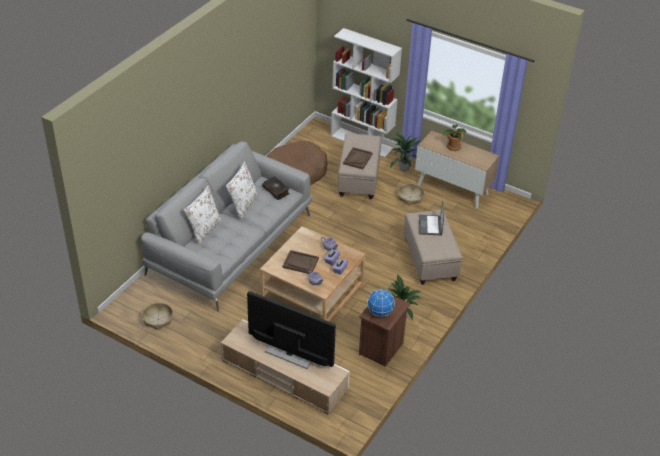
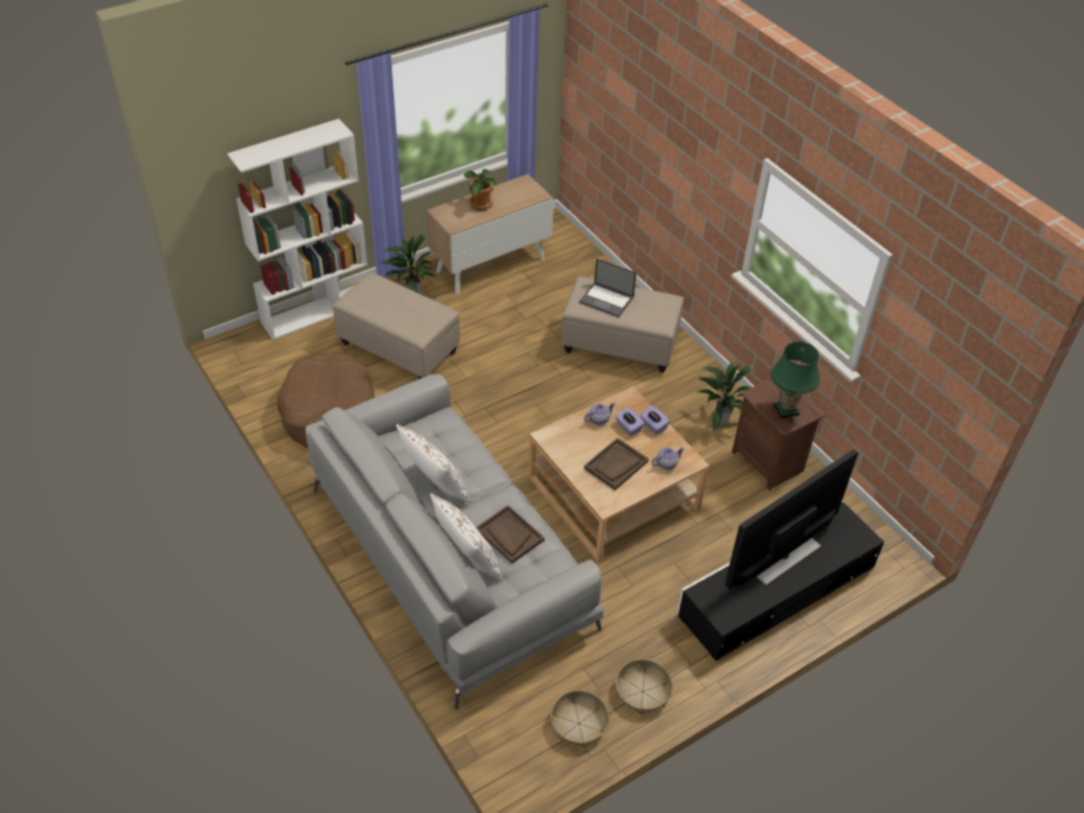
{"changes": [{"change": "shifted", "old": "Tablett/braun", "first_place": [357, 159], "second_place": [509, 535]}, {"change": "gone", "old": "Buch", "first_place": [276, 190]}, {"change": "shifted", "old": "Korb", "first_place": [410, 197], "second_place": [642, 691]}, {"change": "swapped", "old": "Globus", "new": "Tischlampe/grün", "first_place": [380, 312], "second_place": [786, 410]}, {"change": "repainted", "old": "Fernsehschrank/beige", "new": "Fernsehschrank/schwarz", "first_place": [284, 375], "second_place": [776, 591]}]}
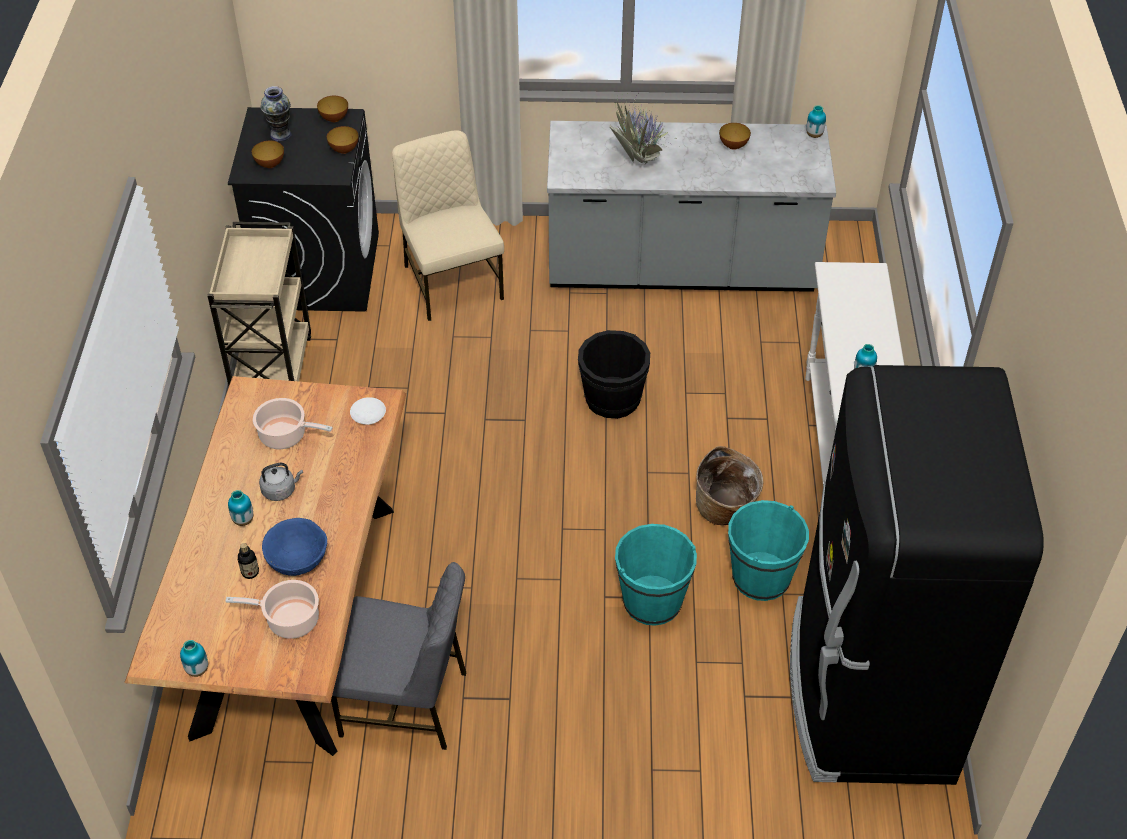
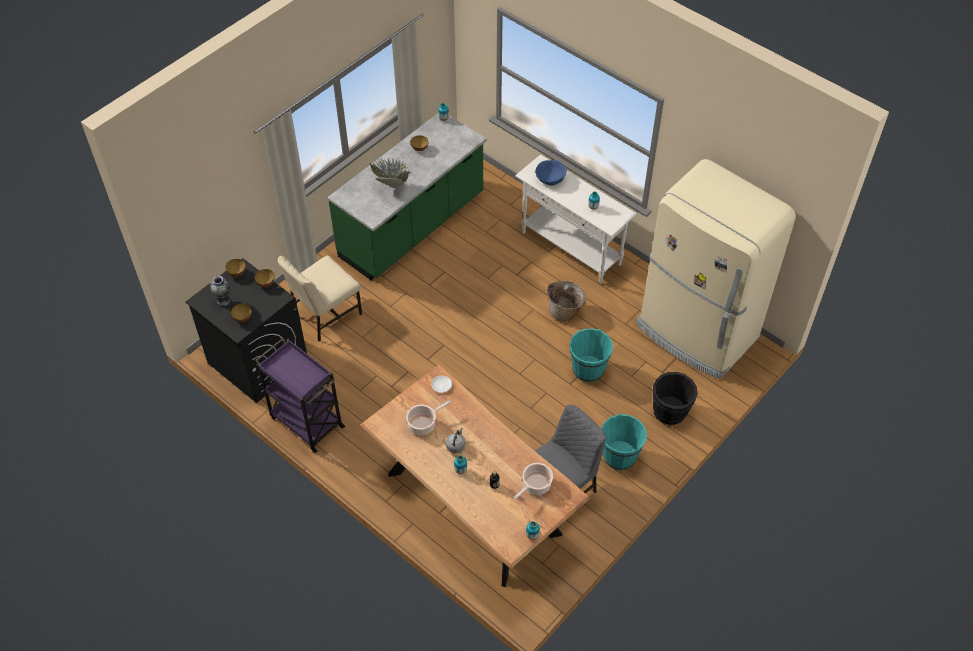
{"changes": [{"change": "repainted", "old": "Küchenzeile/grau", "new": "Küchenzeile/grün", "first_place": [681, 269], "second_place": [413, 227]}, {"change": "rotated", "old": "Stuhl/beige", "first_place": [451, 281], "second_place": [325, 314], "degrees": -60}, {"change": "repainted", "old": "Rollwagen/beige", "new": "Rollwagen/lila", "first_place": [272, 368], "second_place": [306, 421]}, {"change": "shifted", "old": "Eimer/schwarz", "first_place": [612, 399], "second_place": [670, 411]}, {"change": "repainted", "old": "Kühlschrank/schwarz", "new": "Kühlschrank/beige", "first_place": [868, 693], "second_place": [696, 332]}, {"change": "shifted", "old": "Eimer/türkis", "first_place": [761, 577], "second_place": [619, 456]}, {"change": "shifted", "old": "Schüssel/blau", "first_place": [297, 560], "second_place": [550, 179]}]}
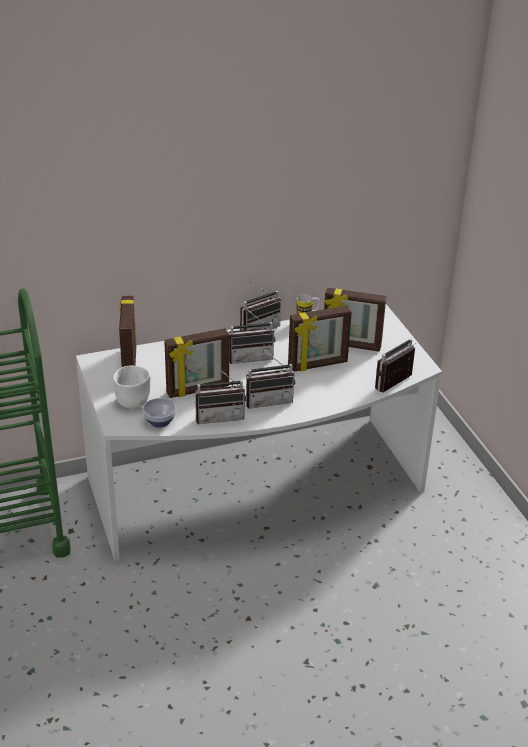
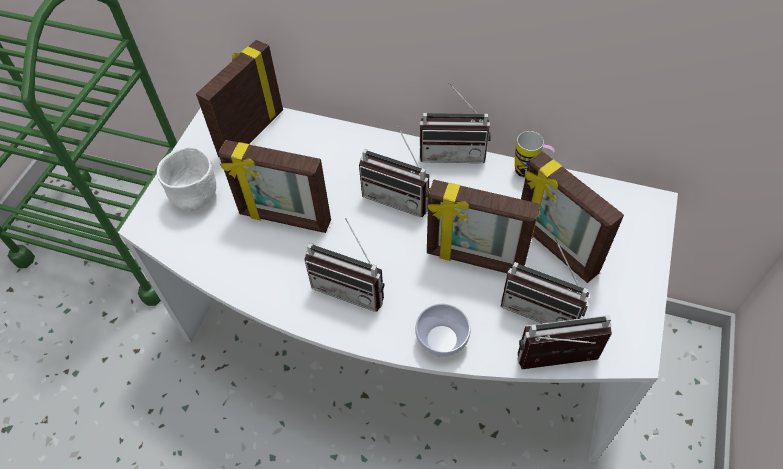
{"changes": [{"change": "shifted", "old": "Radio", "first_place": [219, 416], "second_place": [542, 307]}, {"change": "shifted", "old": "Schüssel", "first_place": [159, 421], "second_place": [442, 338]}]}
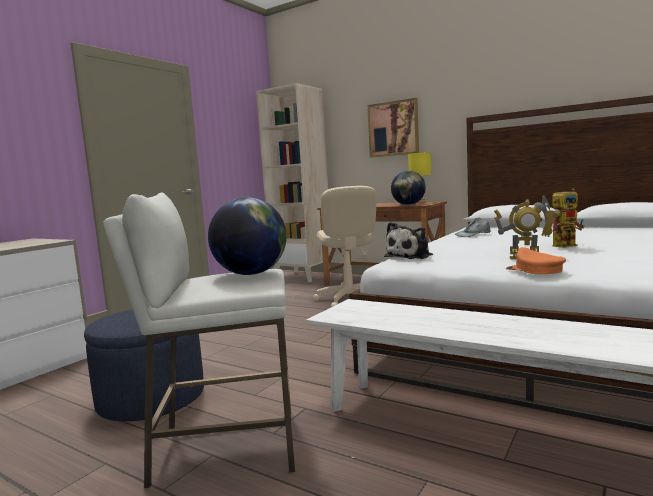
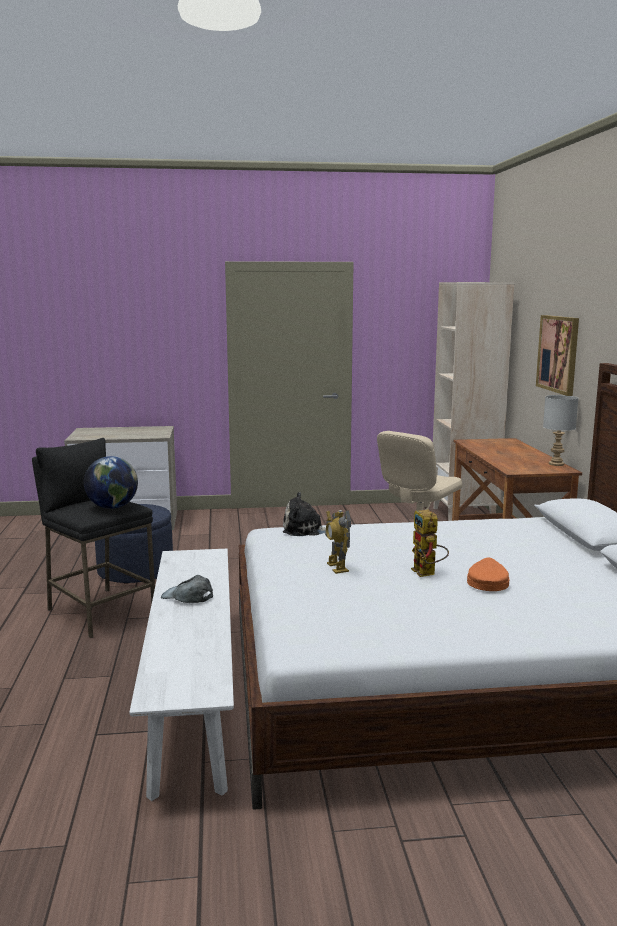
{"changes": [{"change": "repainted", "old": "Tischlampe/gelb", "new": "Tischlampe/grau", "first_place": [421, 202], "second_place": [556, 464]}, {"change": "gone", "old": "Globus", "first_place": [408, 204]}, {"change": "rotated", "old": "Spielzeugroboter", "first_place": [566, 245], "second_place": [427, 573], "degrees": 45}, {"change": "repainted", "old": "Hocker/weiß", "new": "Hocker/schwarz", "first_place": [225, 446], "second_place": [100, 612]}, {"change": "shifted", "old": "Kappe/grau", "first_place": [473, 234], "second_place": [187, 596]}, {"change": "shifted", "old": "Kappe/orange", "first_place": [534, 270], "second_place": [487, 582]}]}
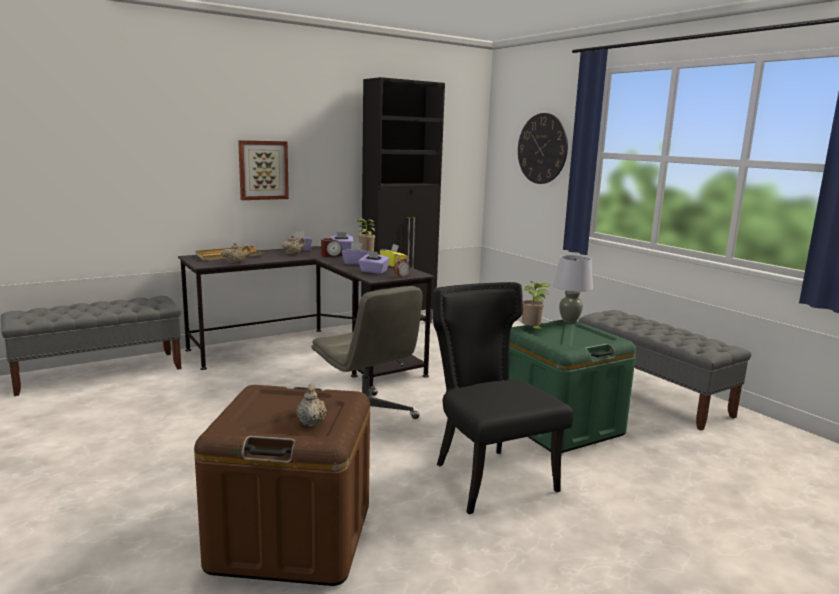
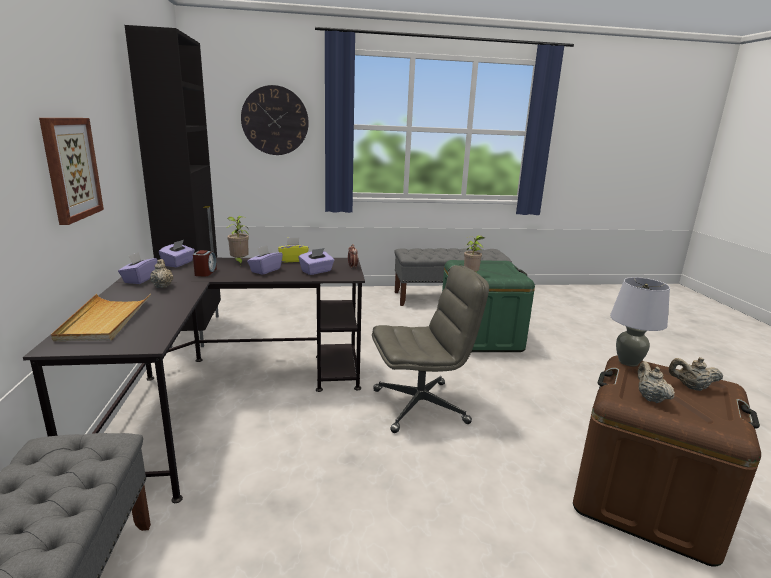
{"changes": [{"change": "shifted", "old": "Teekanne/beige", "first_place": [236, 263], "second_place": [650, 398]}, {"change": "shifted", "old": "Tischlampe/grau", "first_place": [569, 321], "second_place": [628, 362]}, {"change": "gone", "old": "Stuhl/schwarz", "first_place": [489, 477]}]}
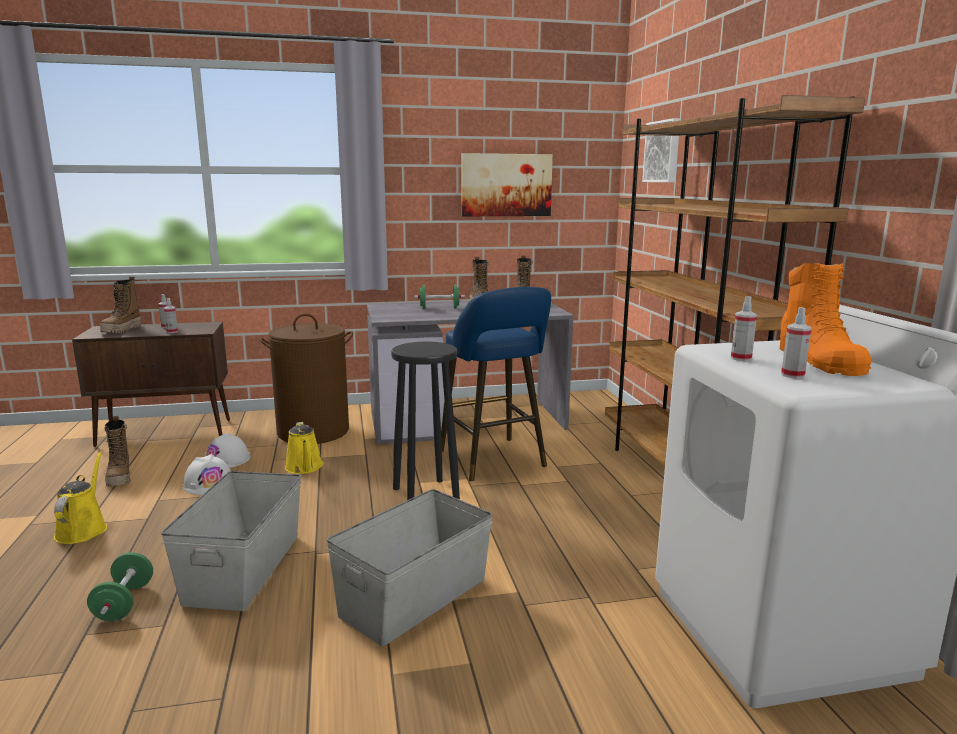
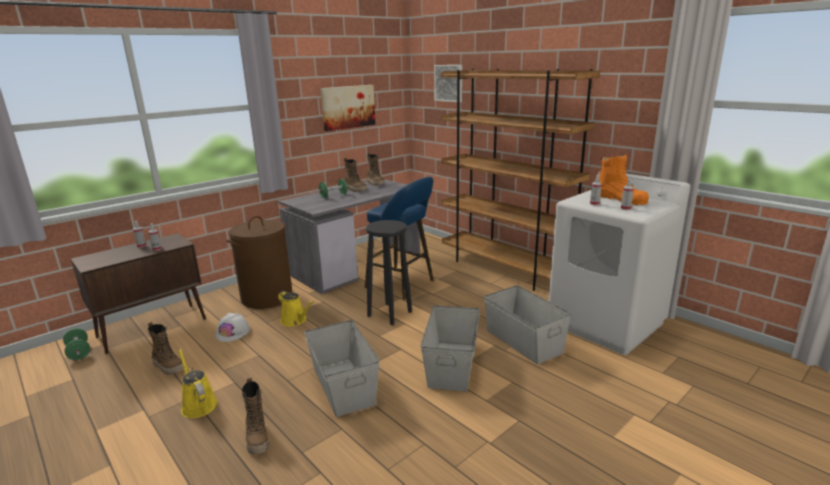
{"changes": [{"change": "shifted", "old": "Stiefel", "first_place": [122, 330], "second_place": [257, 438]}, {"change": "gone", "old": "Schutzhelm/weiß", "first_place": [209, 483]}, {"change": "shifted", "old": "Hantel/grün", "first_place": [124, 603], "second_place": [79, 352]}, {"change": "new", "new": "Aufbewahrungsbox/grau", "second_place": [523, 341]}]}
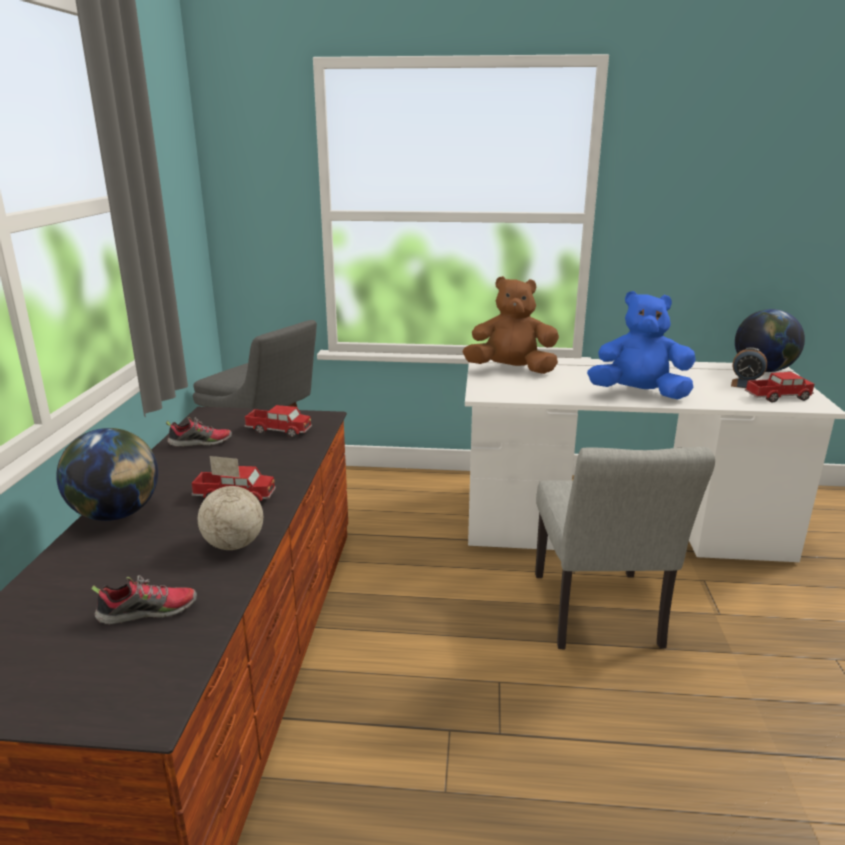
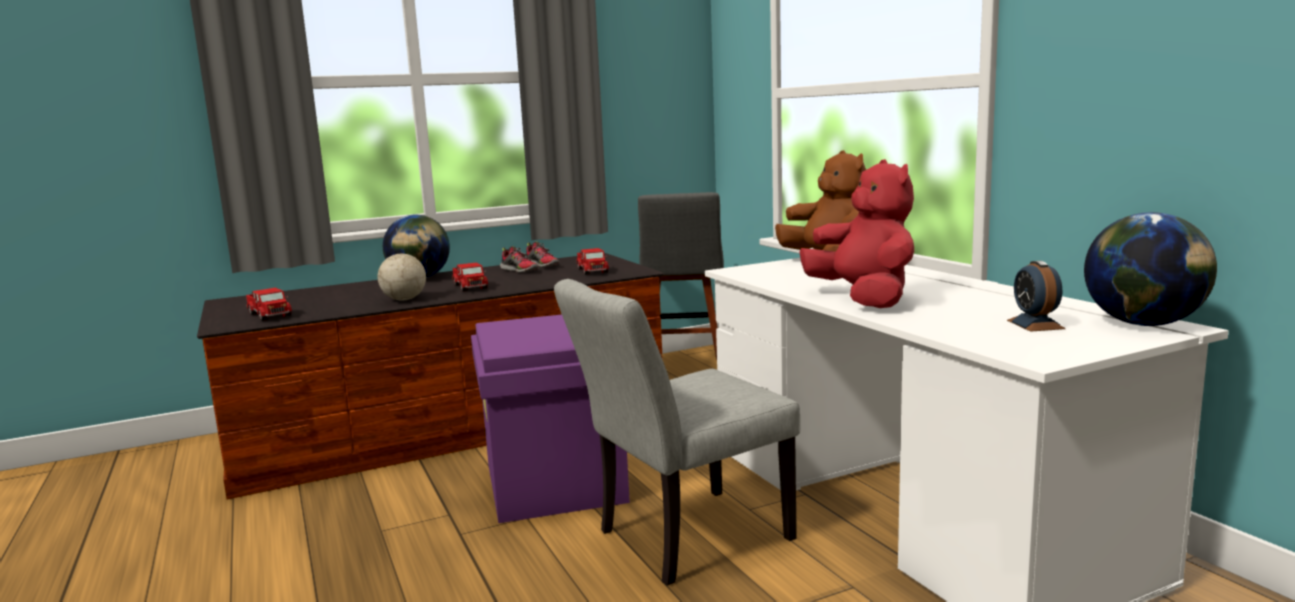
{"changes": [{"change": "repainted", "old": "Plüschtier/blau", "new": "Plüschtier/rot", "first_place": [638, 394], "second_place": [863, 299]}, {"change": "shifted", "old": "Spielzeuglaster", "first_place": [778, 397], "second_place": [269, 314]}, {"change": "shifted", "old": "Schuh", "first_place": [149, 611], "second_place": [520, 271]}, {"change": "new", "new": "Aufbewahrungsbox/lila", "second_place": [556, 483]}]}
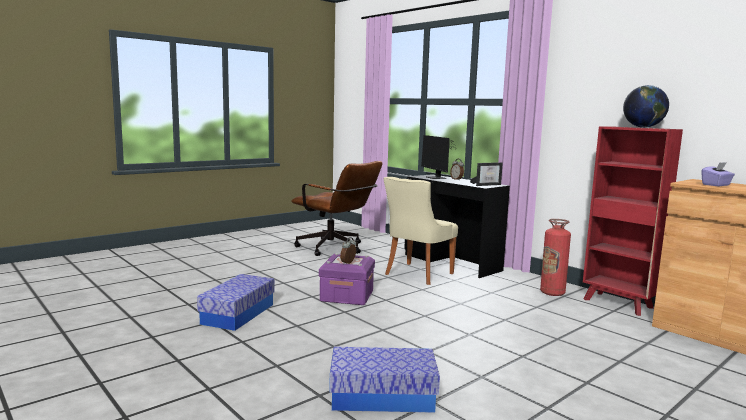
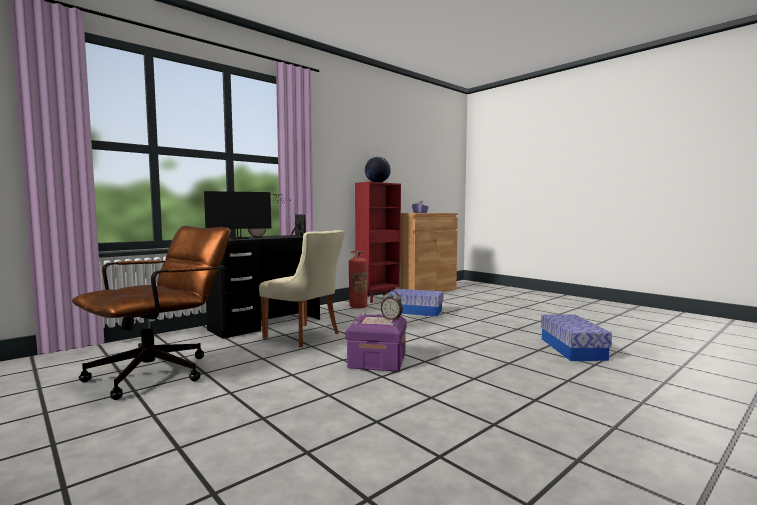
{"changes": [{"change": "shifted", "old": "Aufbewahrungsbox", "first_place": [238, 314], "second_place": [415, 311]}]}
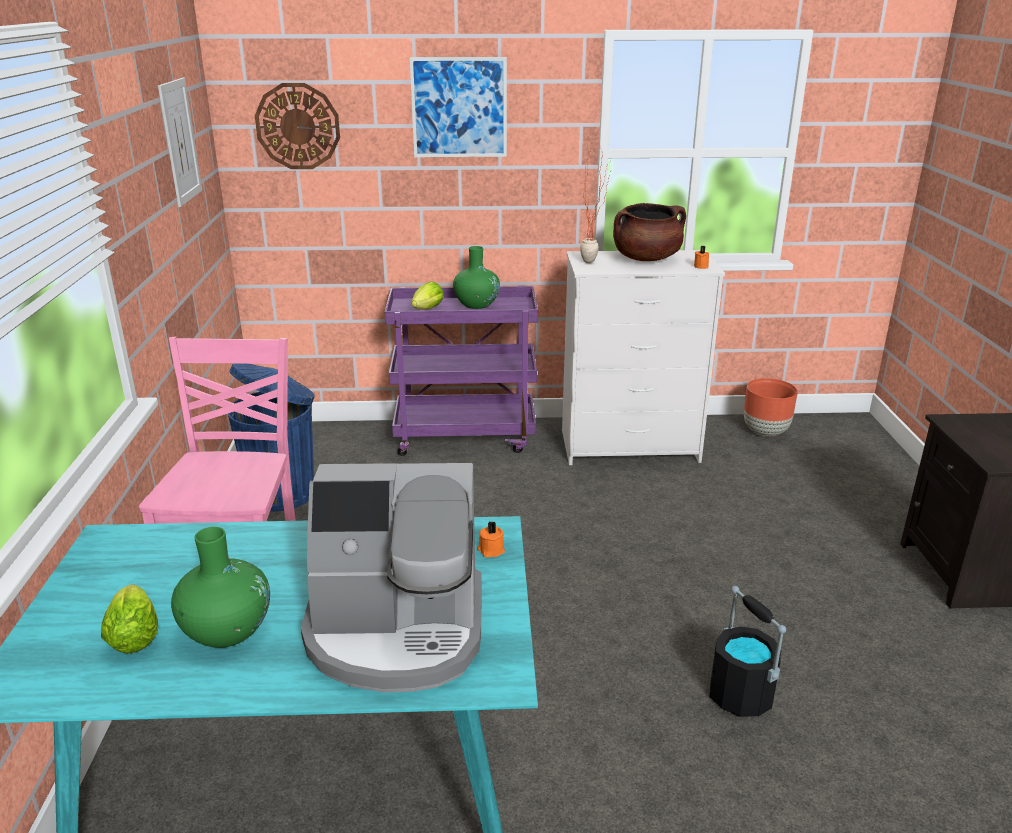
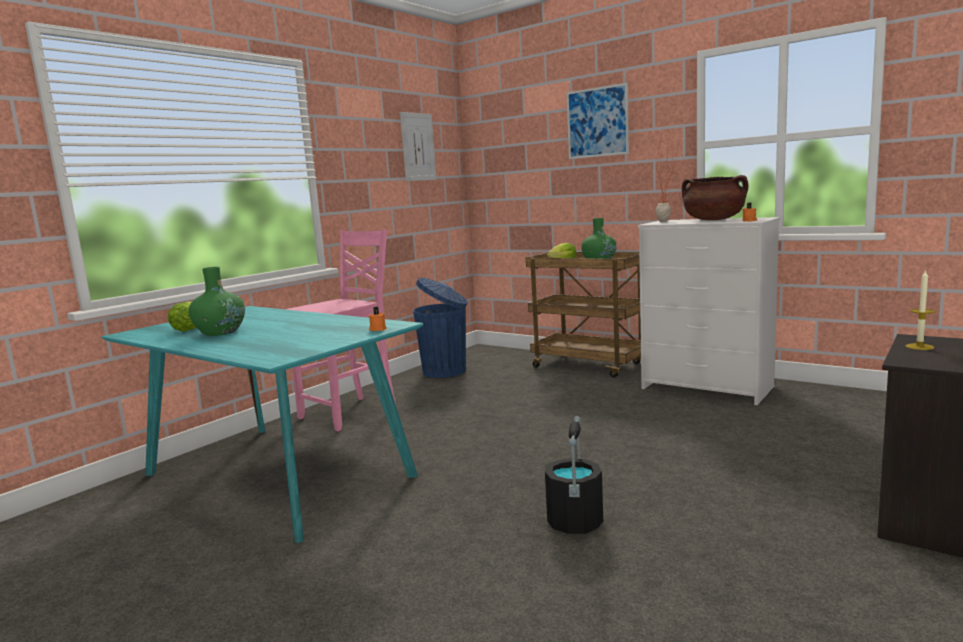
{"changes": [{"change": "gone", "old": "Wanduhr", "first_place": [298, 126]}, {"change": "repainted", "old": "Rollwagen/lila", "new": "Rollwagen/braun", "first_place": [466, 436], "second_place": [590, 365]}, {"change": "gone", "old": "Pflanzkübel/braun", "first_place": [765, 432]}, {"change": "gone", "old": "Kaffeemaschine", "first_place": [397, 631]}, {"change": "new", "new": "Kerze", "second_place": [919, 347]}]}
